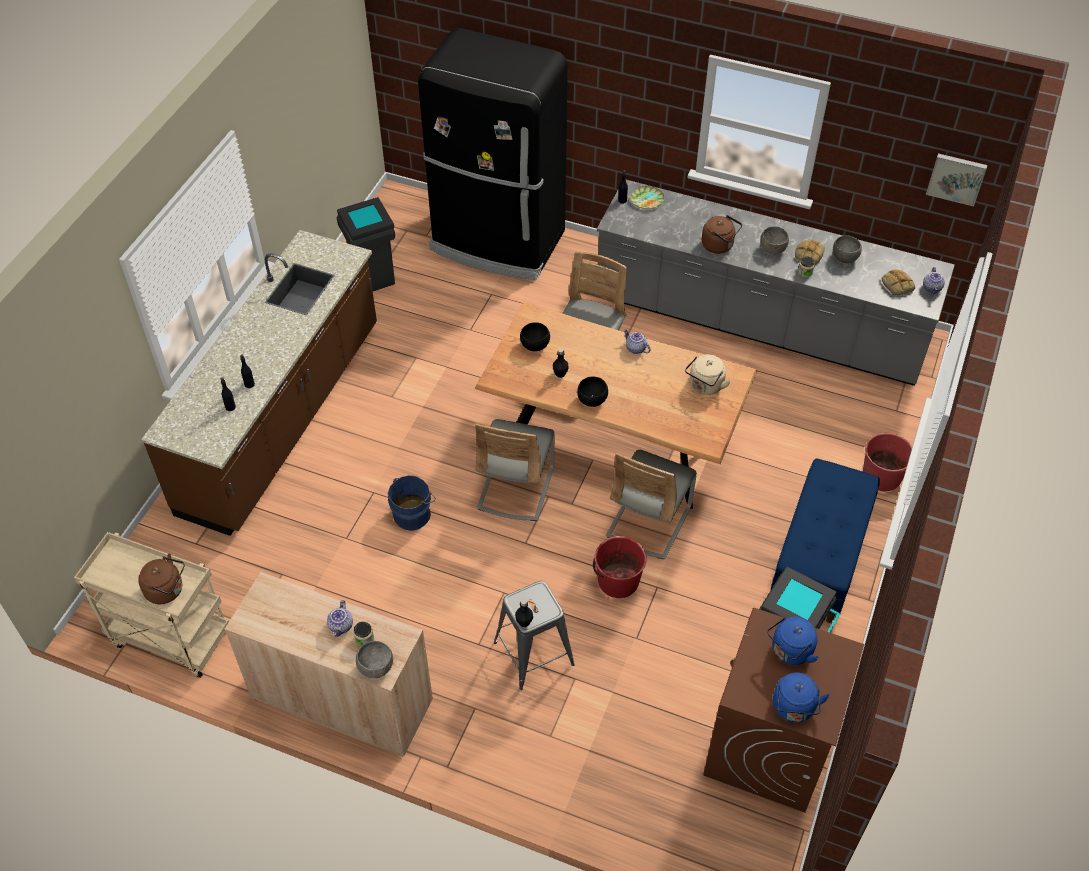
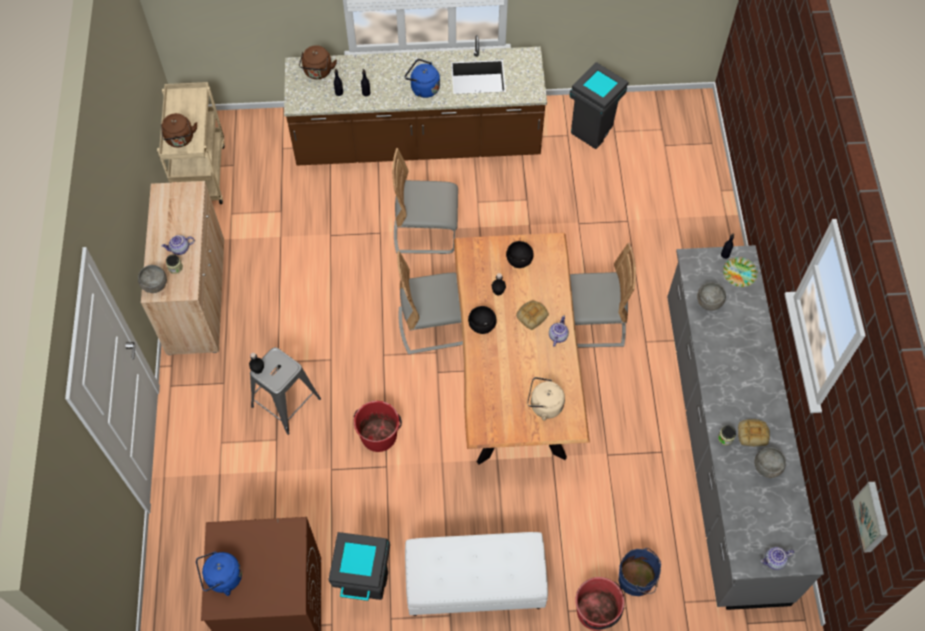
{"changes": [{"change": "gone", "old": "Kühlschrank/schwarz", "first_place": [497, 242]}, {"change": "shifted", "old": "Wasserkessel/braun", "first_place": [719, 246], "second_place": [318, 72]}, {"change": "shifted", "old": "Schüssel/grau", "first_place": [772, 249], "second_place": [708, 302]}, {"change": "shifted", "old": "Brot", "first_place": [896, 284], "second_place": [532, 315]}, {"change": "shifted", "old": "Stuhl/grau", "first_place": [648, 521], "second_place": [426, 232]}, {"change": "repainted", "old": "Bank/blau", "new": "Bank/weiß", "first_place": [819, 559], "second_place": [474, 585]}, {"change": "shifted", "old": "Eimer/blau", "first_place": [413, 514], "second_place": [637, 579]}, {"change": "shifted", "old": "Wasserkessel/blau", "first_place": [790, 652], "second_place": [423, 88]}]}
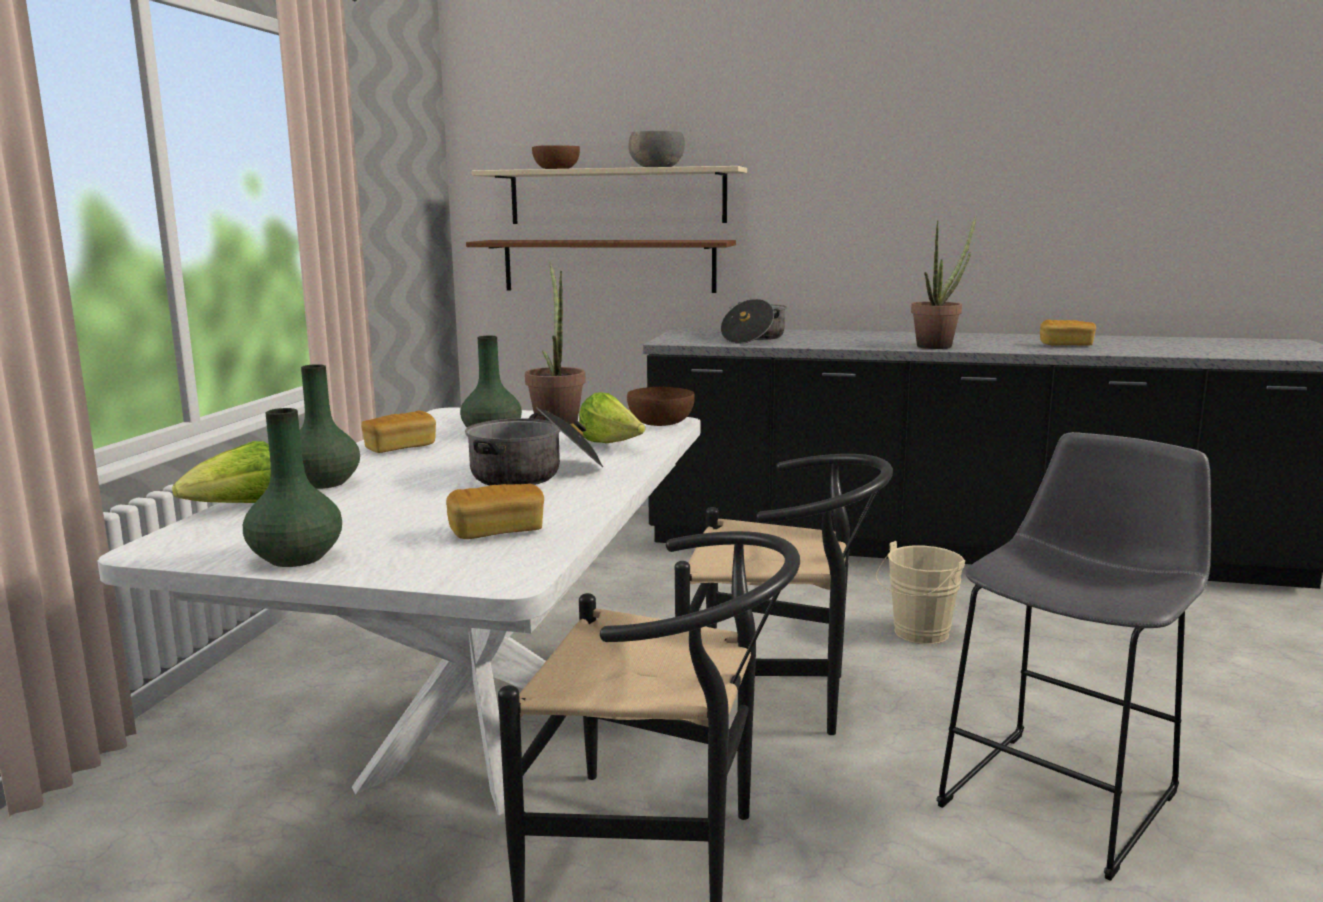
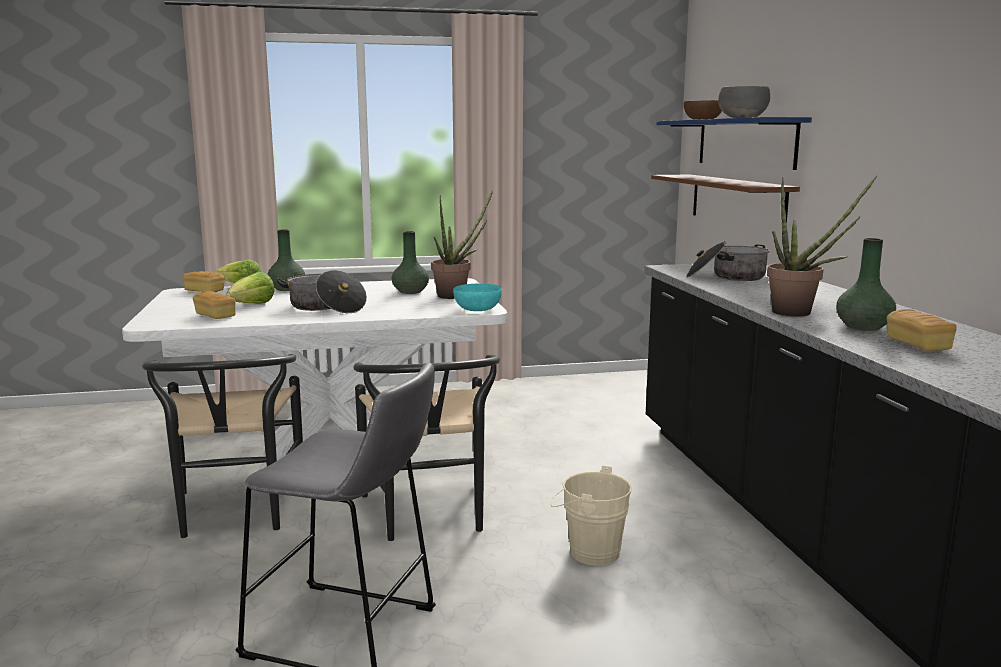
{"changes": [{"change": "repainted", "old": "Wandregal/beige", "new": "Wandregal/blau", "first_place": [617, 196], "second_place": [744, 142]}, {"change": "repainted", "old": "Schüssel/braun", "new": "Schüssel/türkis", "first_place": [661, 423], "second_place": [478, 309]}, {"change": "shifted", "old": "Salatkopf", "first_place": [611, 445], "second_place": [252, 305]}, {"change": "shifted", "old": "Vase/grün", "first_place": [295, 558], "second_place": [863, 327]}, {"change": "shifted", "old": "Brot", "first_place": [400, 448], "second_place": [204, 291]}]}
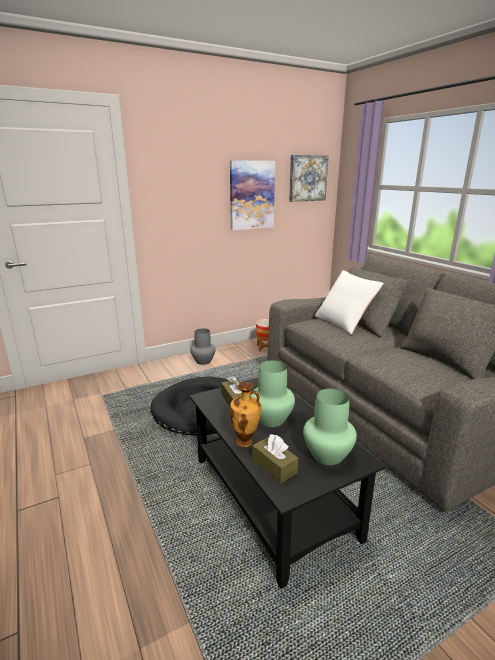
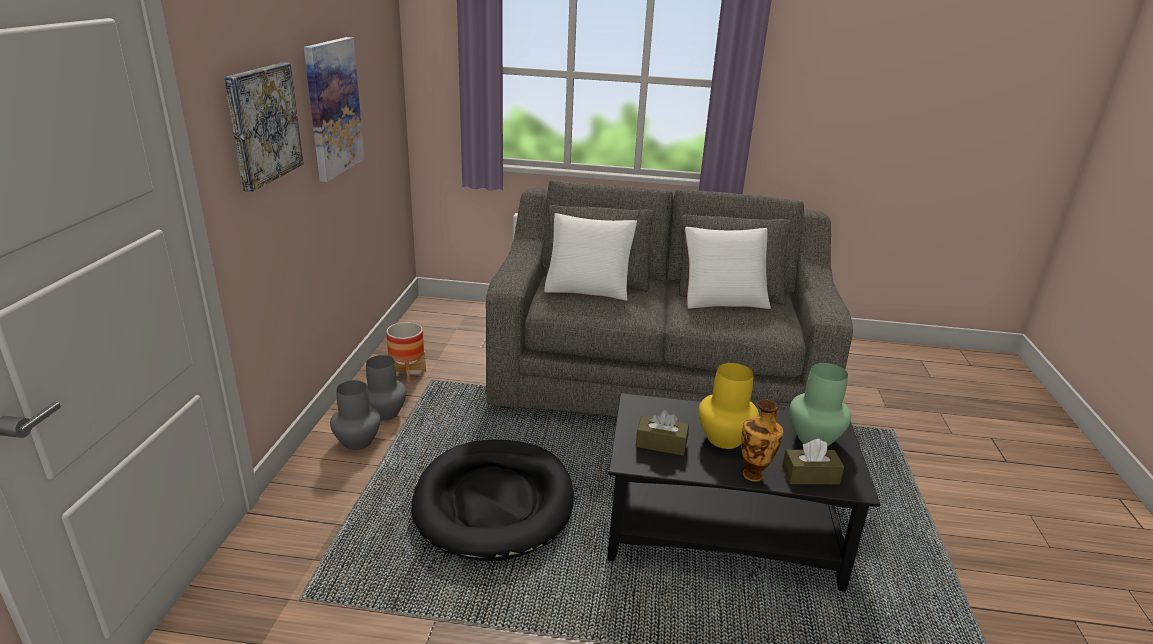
{"changes": [{"change": "shifted", "old": "Bild", "first_place": [307, 178], "second_place": [263, 124]}, {"change": "repainted", "old": "Vase/grün", "new": "Vase/gelb", "first_place": [271, 419], "second_place": [723, 438]}, {"change": "new", "new": "Kissen/weiß", "second_place": [723, 298]}, {"change": "new", "new": "Vase/grau", "second_place": [384, 413]}]}
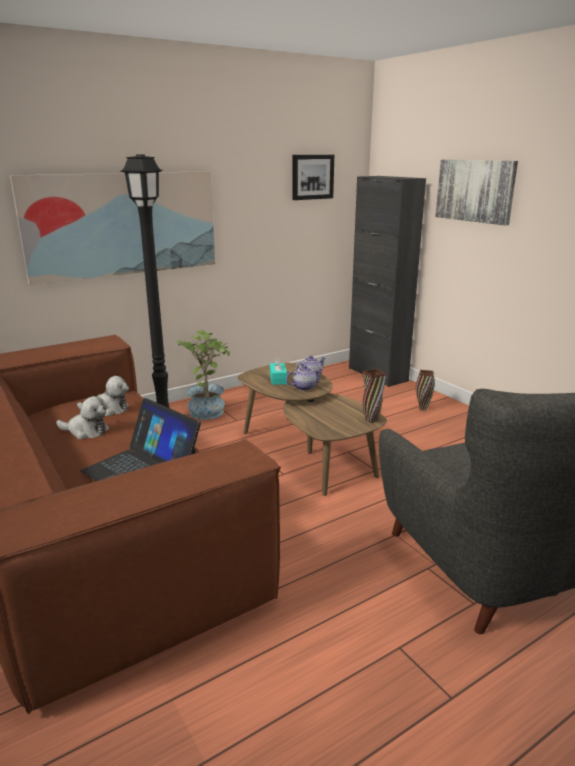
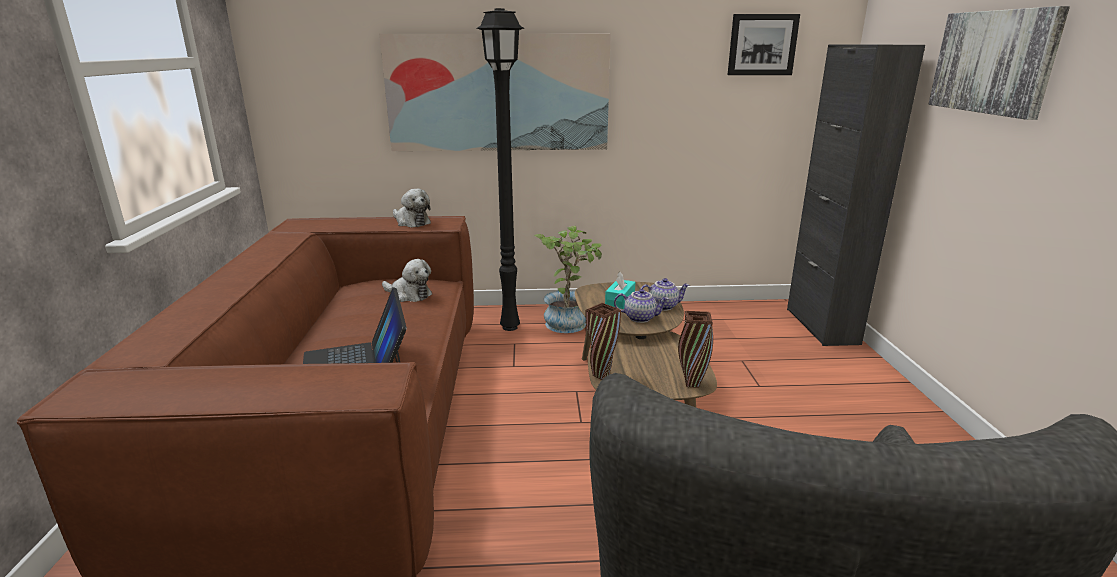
{"changes": [{"change": "shifted", "old": "Vase/braun", "first_place": [422, 409], "second_place": [601, 375]}, {"change": "shifted", "old": "Plüschtier", "first_place": [86, 431], "second_place": [411, 222]}]}
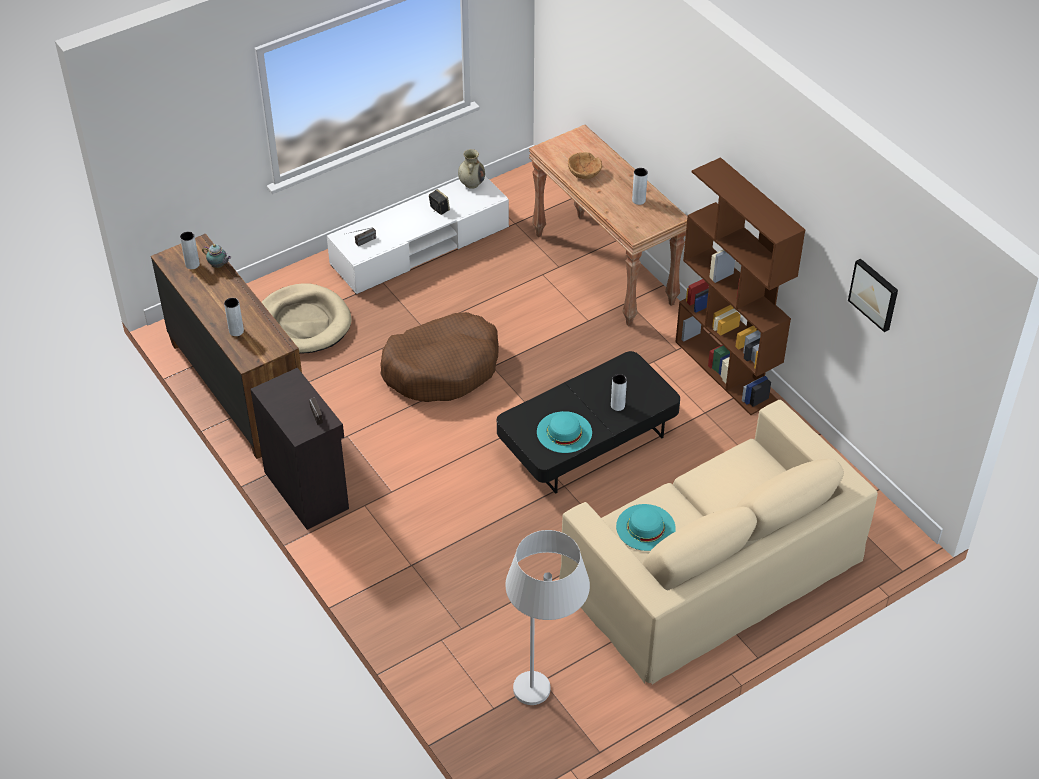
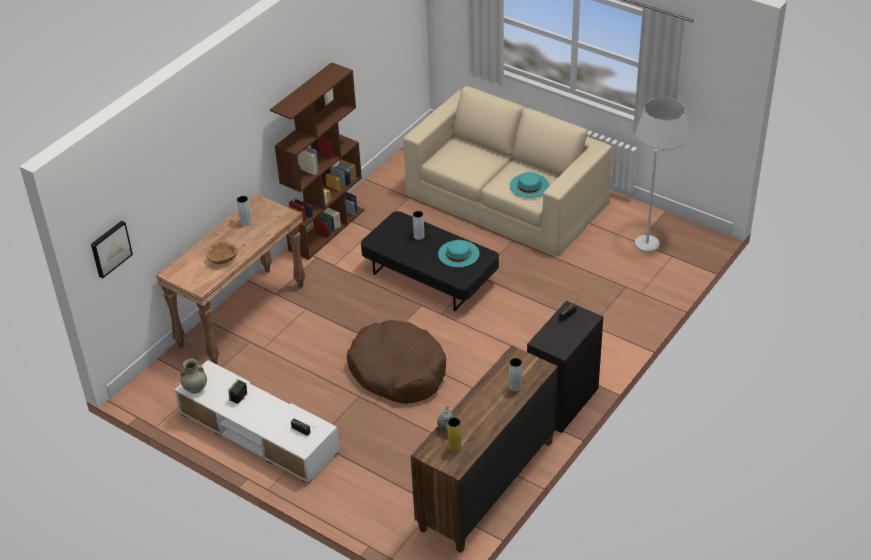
{"changes": [{"change": "repainted", "old": "Vase/grau", "new": "Vase/gelb", "first_place": [192, 264], "second_place": [454, 446]}, {"change": "shifted", "old": "Bild", "first_place": [874, 294], "second_place": [110, 248]}, {"change": "gone", "old": "Hundebett/beige", "first_place": [304, 322]}]}
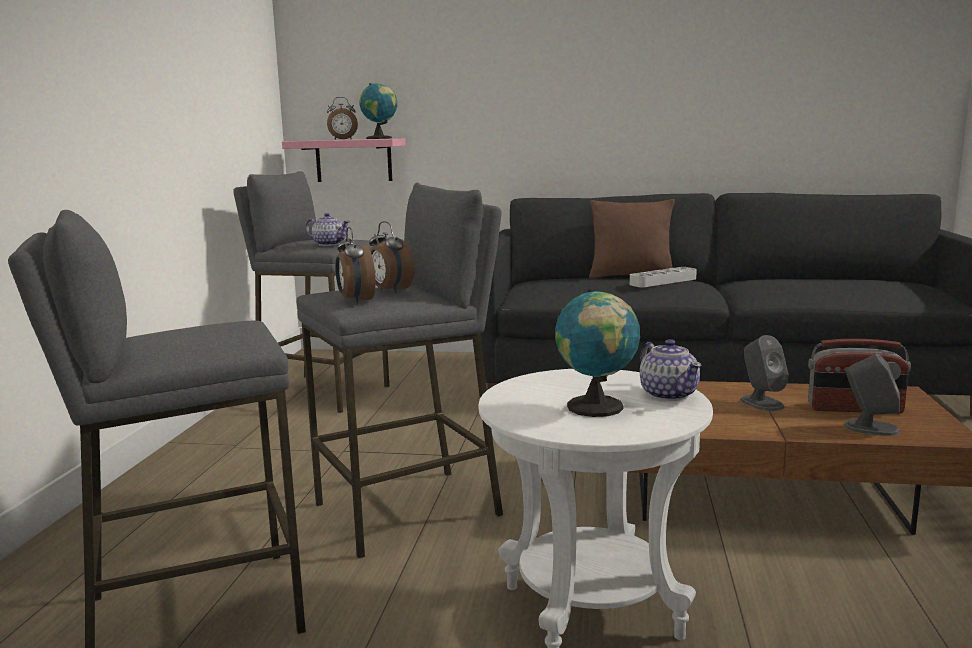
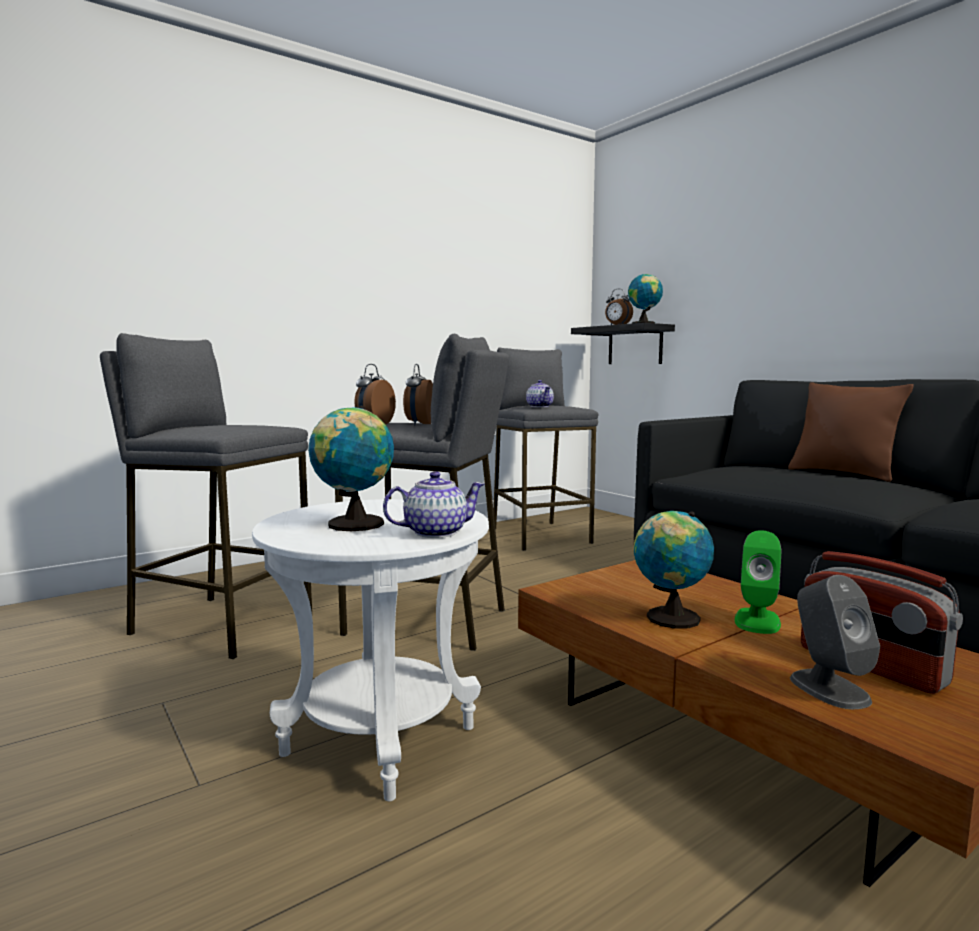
{"changes": [{"change": "repainted", "old": "Wandregal/rosa", "new": "Wandregal/schwarz", "first_place": [353, 160], "second_place": [635, 345]}, {"change": "gone", "old": "Tablett/grau", "first_place": [663, 281]}, {"change": "repainted", "old": "Lautsprecher/grau", "new": "Lautsprecher/grün", "first_place": [761, 403], "second_place": [757, 621]}, {"change": "rotated", "old": "Teekanne", "first_place": [668, 394], "second_place": [434, 532], "degrees": -135}, {"change": "new", "new": "Globus", "second_place": [669, 618]}]}
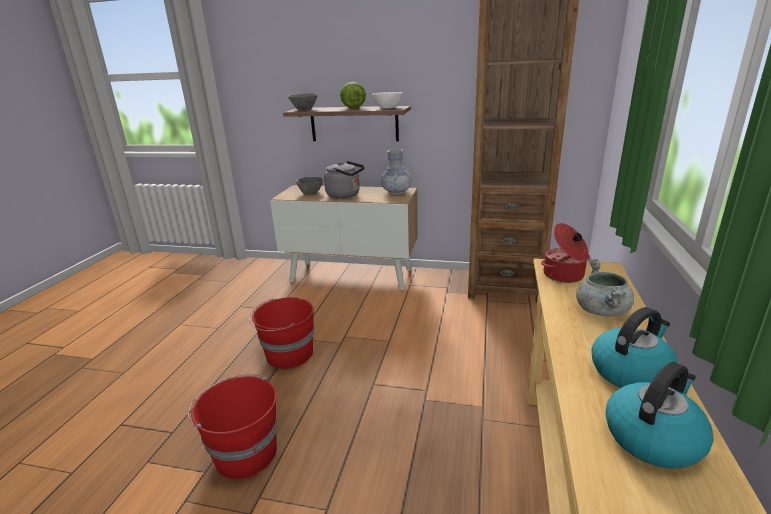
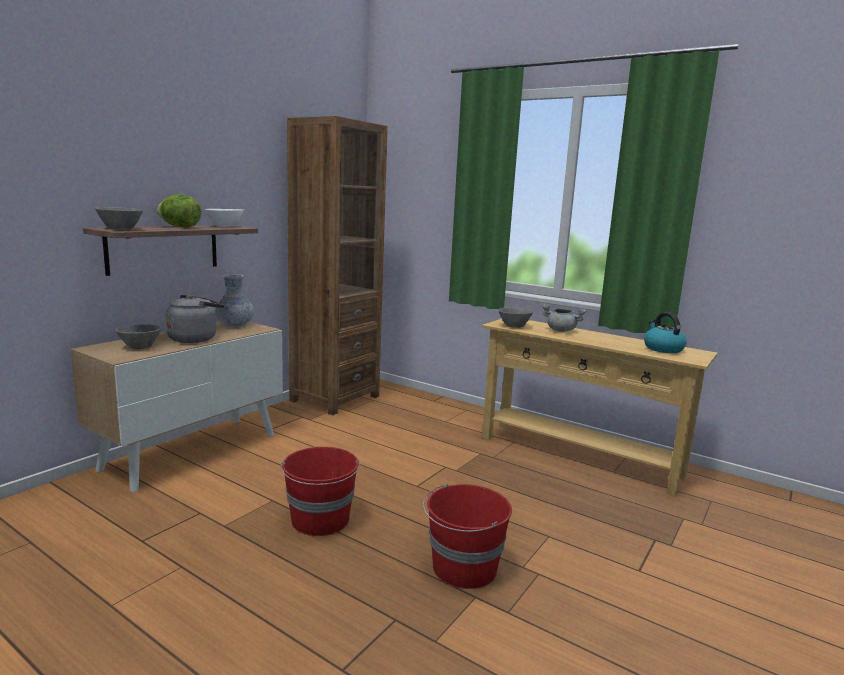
{"changes": [{"change": "swapped", "old": "Kochtopf", "new": "Schüssel/grau", "first_place": [564, 276], "second_place": [514, 326]}, {"change": "gone", "old": "Wasserkessel", "first_place": [630, 372]}]}
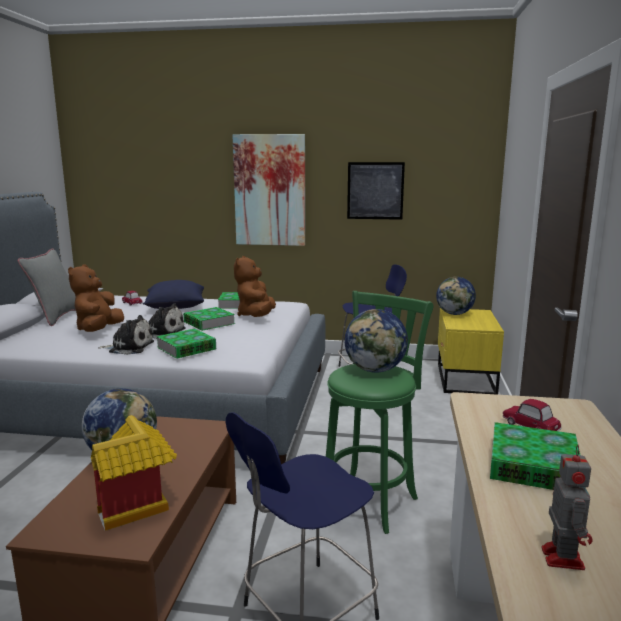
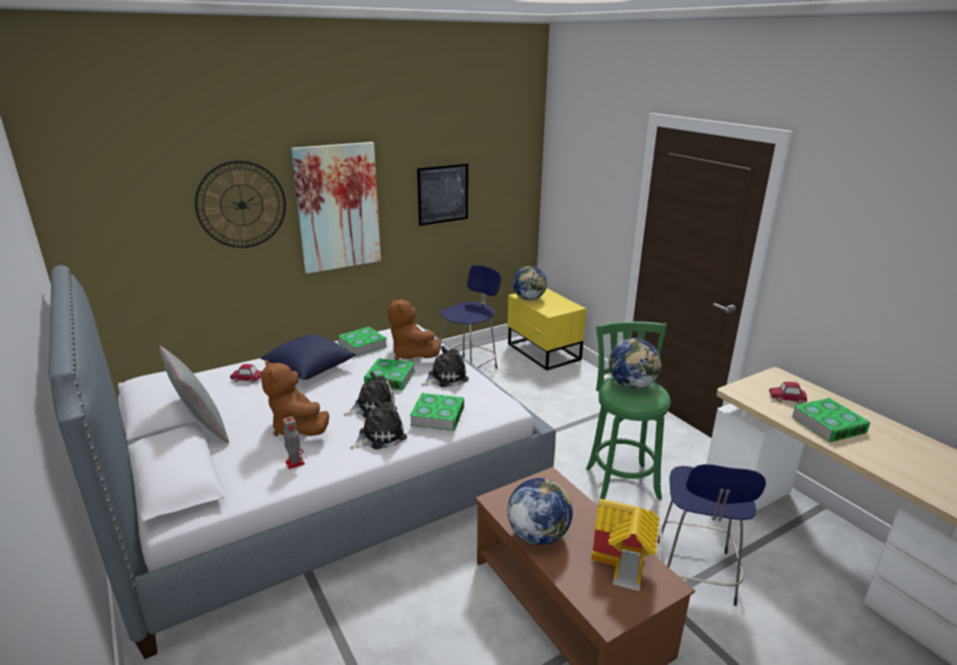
{"changes": [{"change": "shifted", "old": "Spielzeugroboter", "first_place": [562, 556], "second_place": [294, 462]}, {"change": "new", "new": "Wanduhr", "second_place": [241, 205]}, {"change": "new", "new": "Plüschtier", "second_place": [445, 377]}]}
